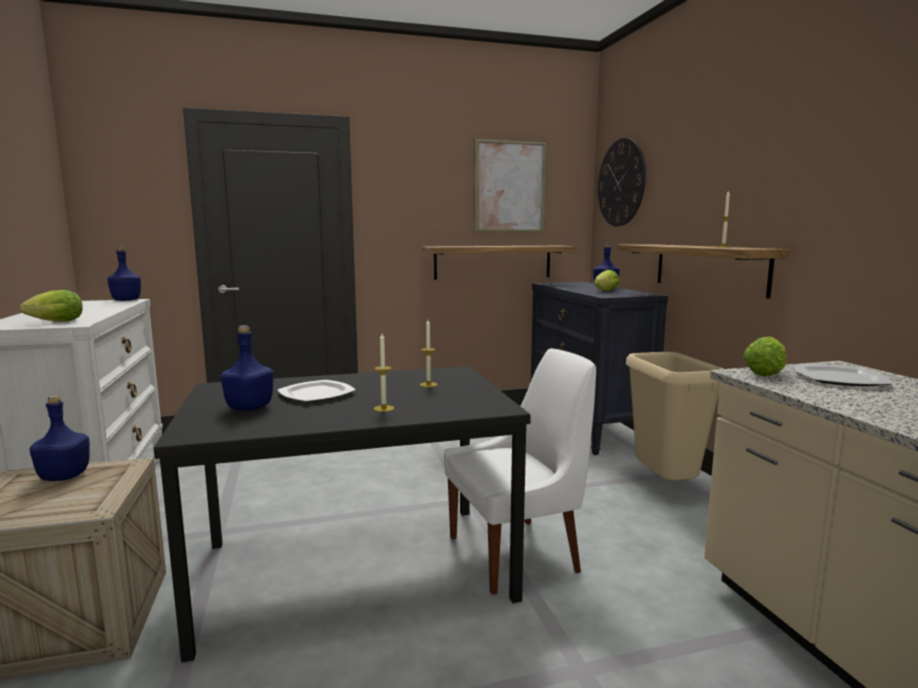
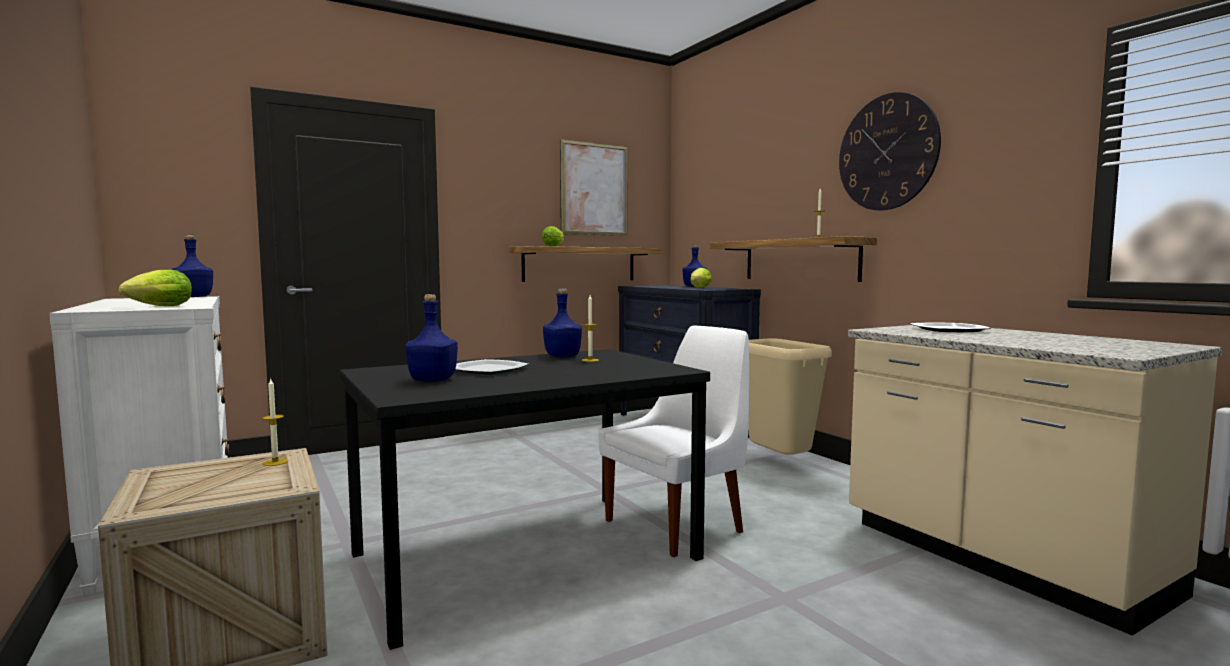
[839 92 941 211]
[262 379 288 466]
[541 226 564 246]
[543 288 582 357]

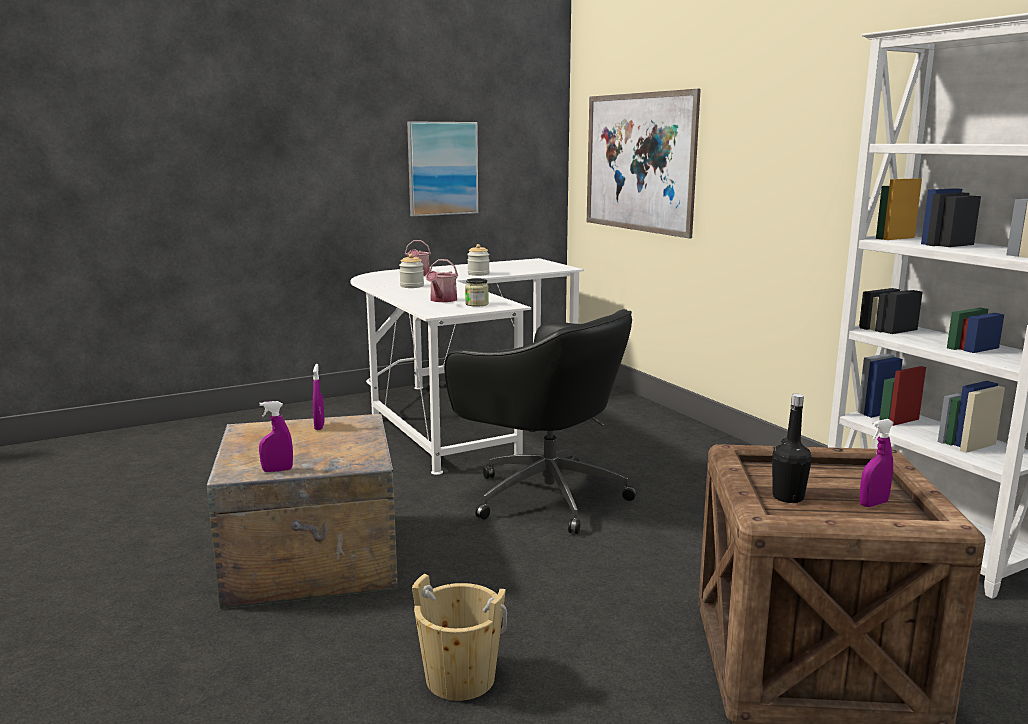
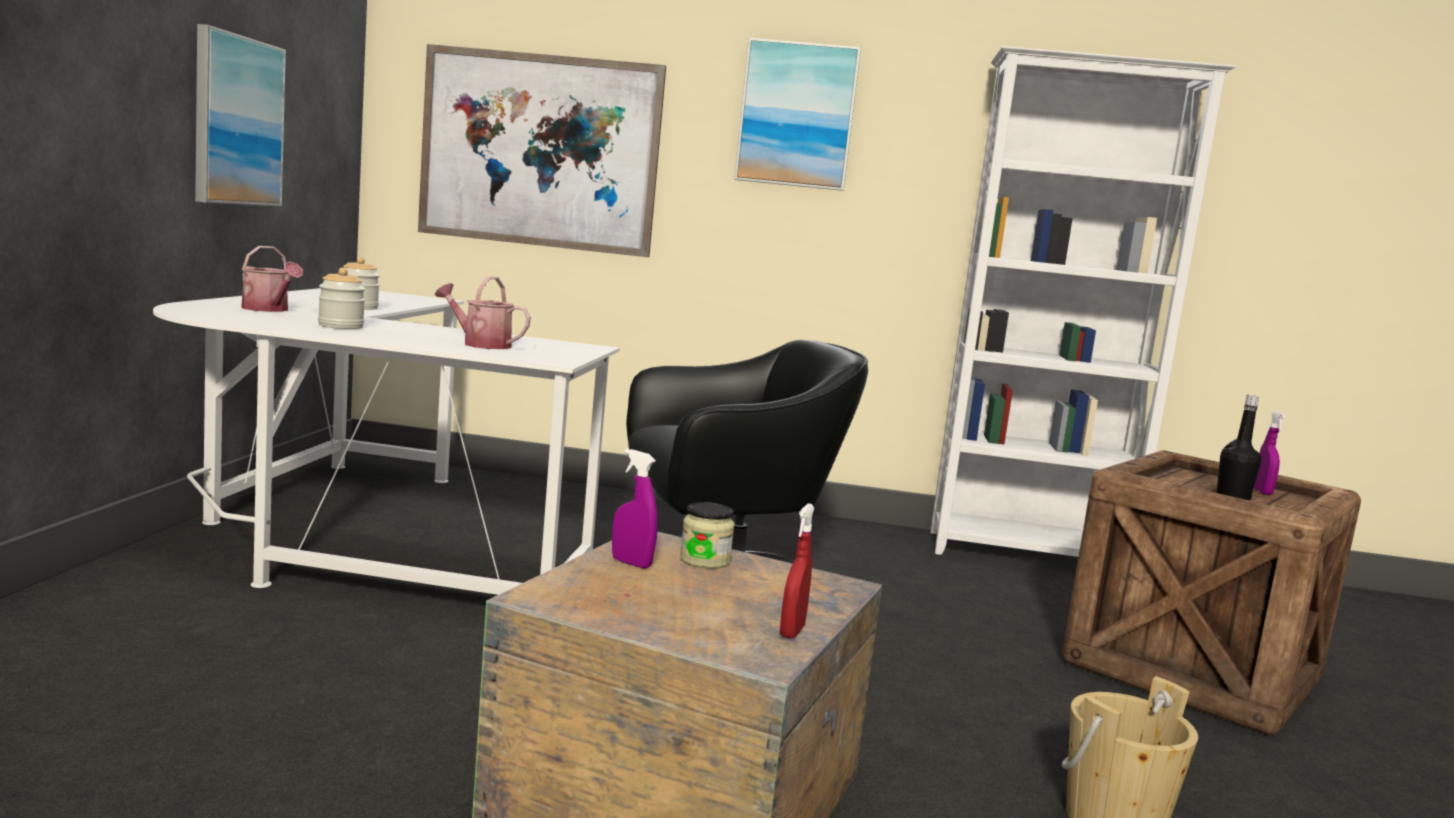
[435 277 531 349]
[680 502 735 569]
[780 503 815 639]
[734 38 861 191]

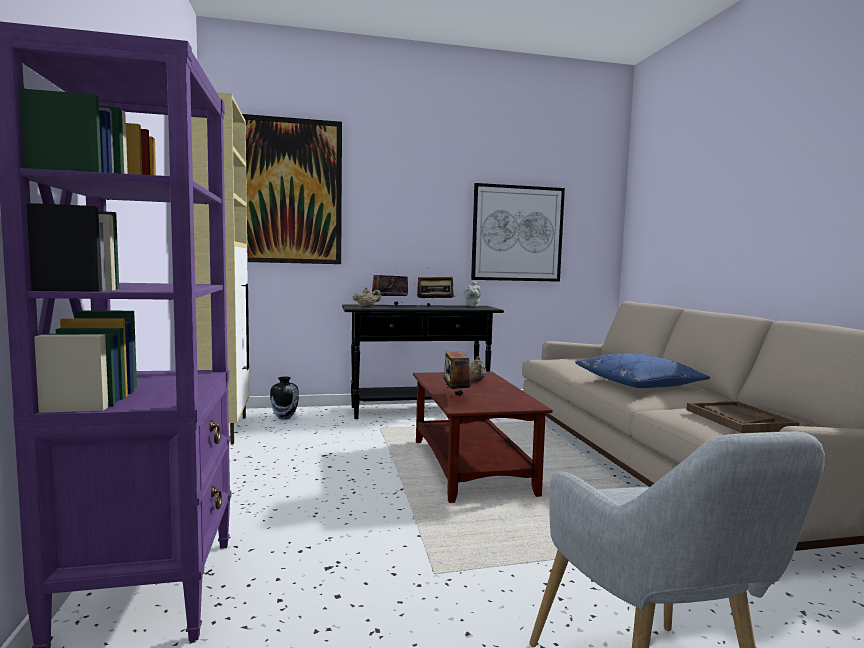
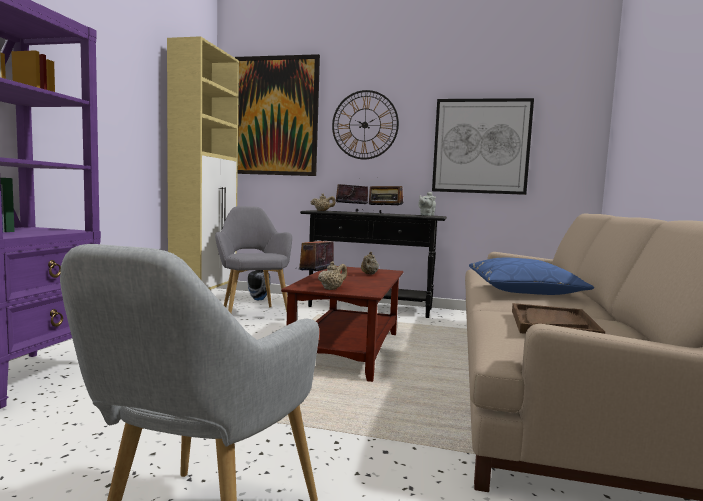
[332 90 399 160]
[215 206 292 313]
[318 261 347 290]

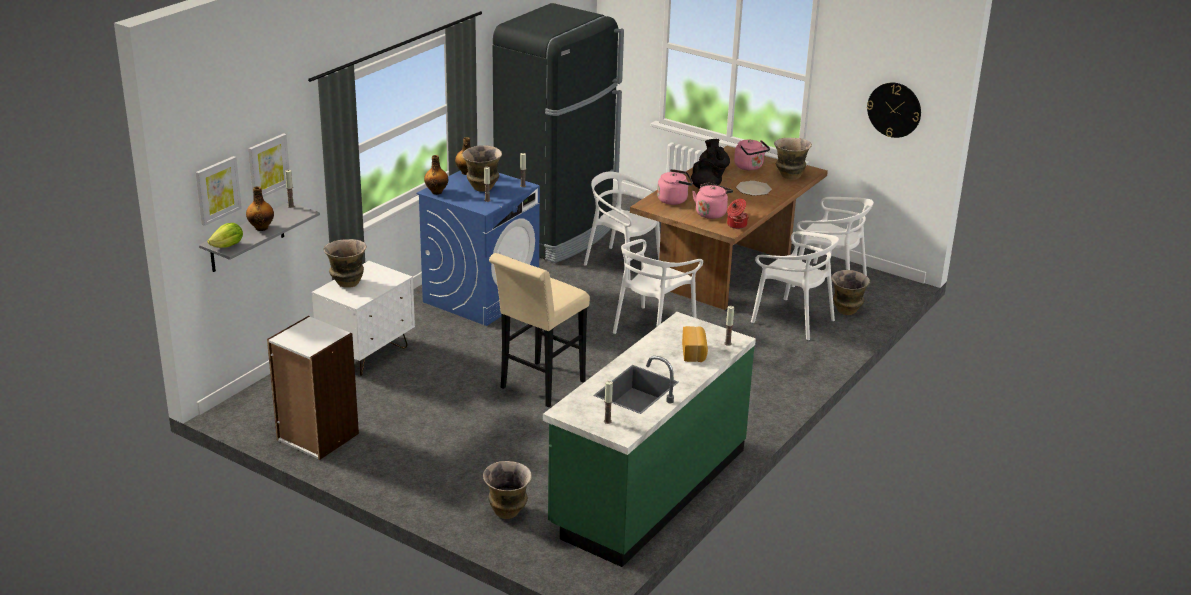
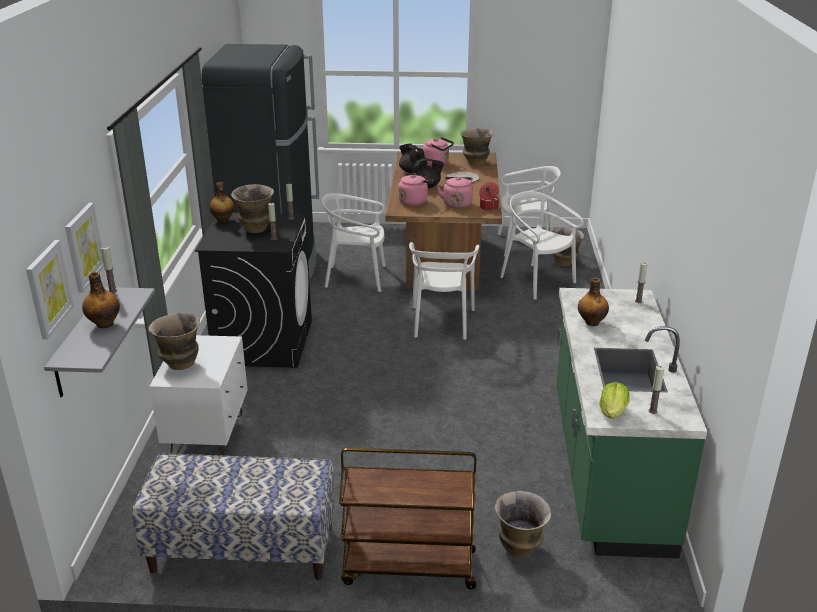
[867 83 921 138] (first image)
[578 278 609 326]
[195 213 312 368]
[599 382 630 419]
[500 191 584 300]
[489 253 590 408] (first image)
[132 454 335 580]
[682 326 708 362] (first image)
[339 448 476 590]

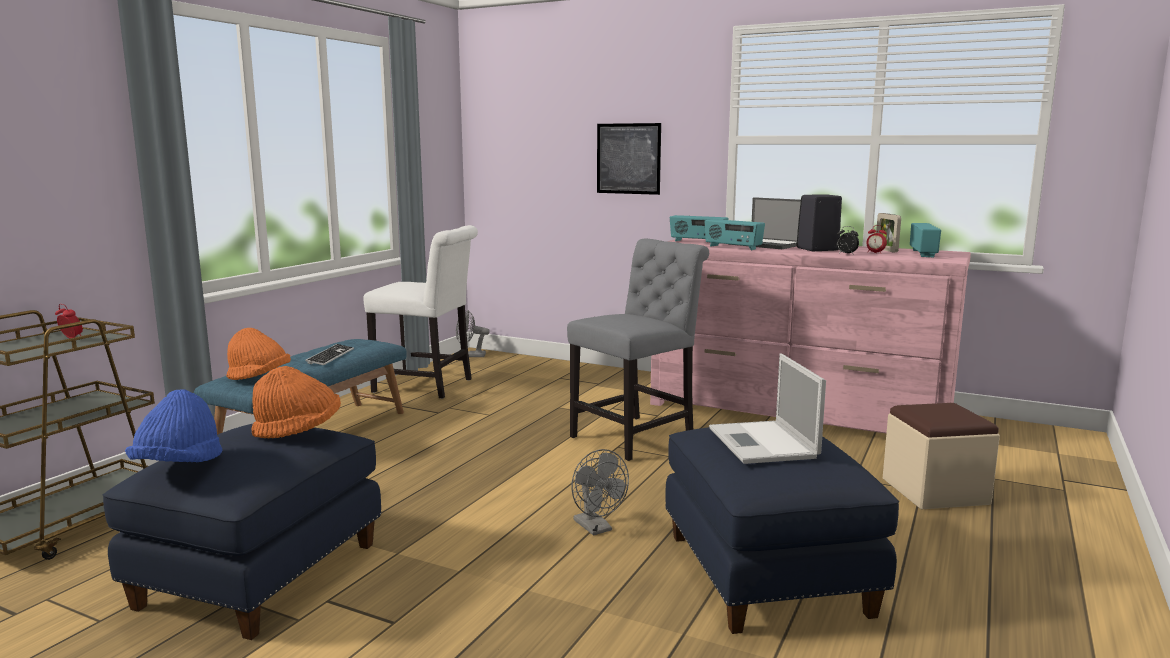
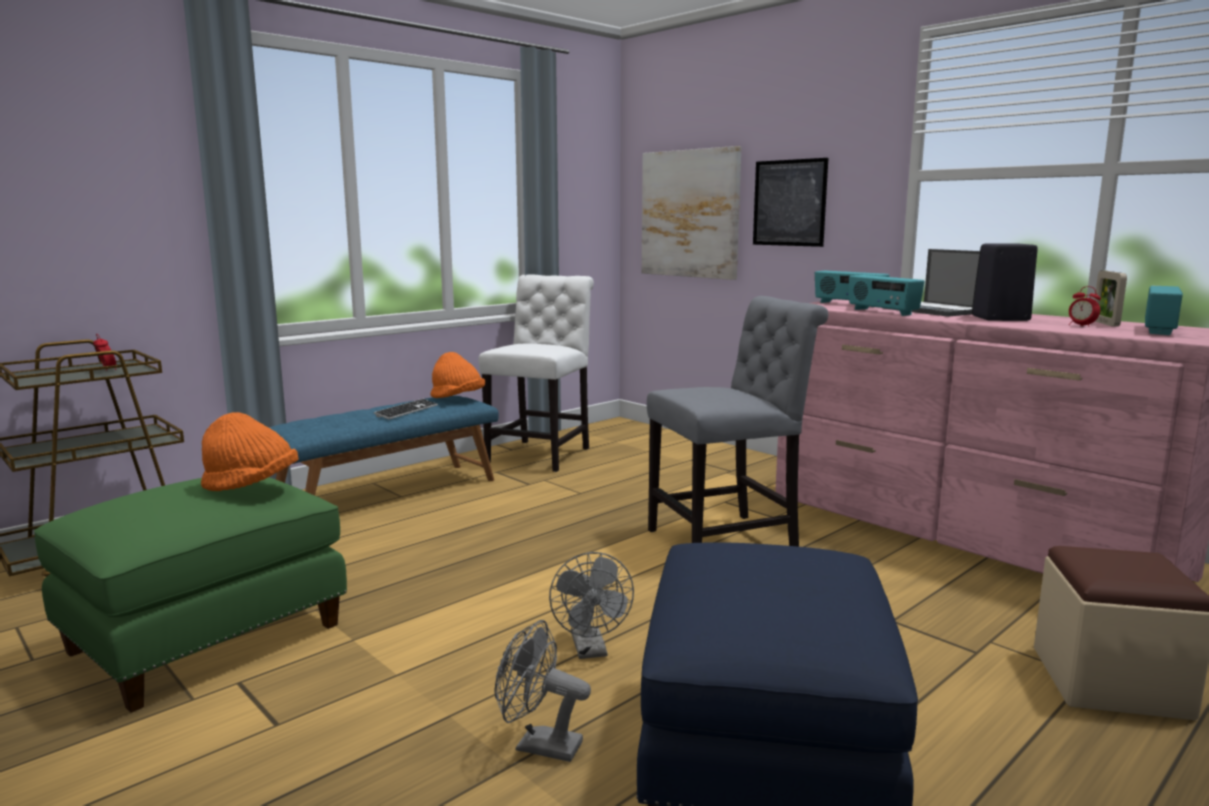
[479 275 594 472]
[837 226 859 255] (first image)
[495 620 591 762]
[430 352 485 398]
[709 353 826 464] (first image)
[125 389 223 463] (first image)
[34 477 347 713]
[642 146 741 280]

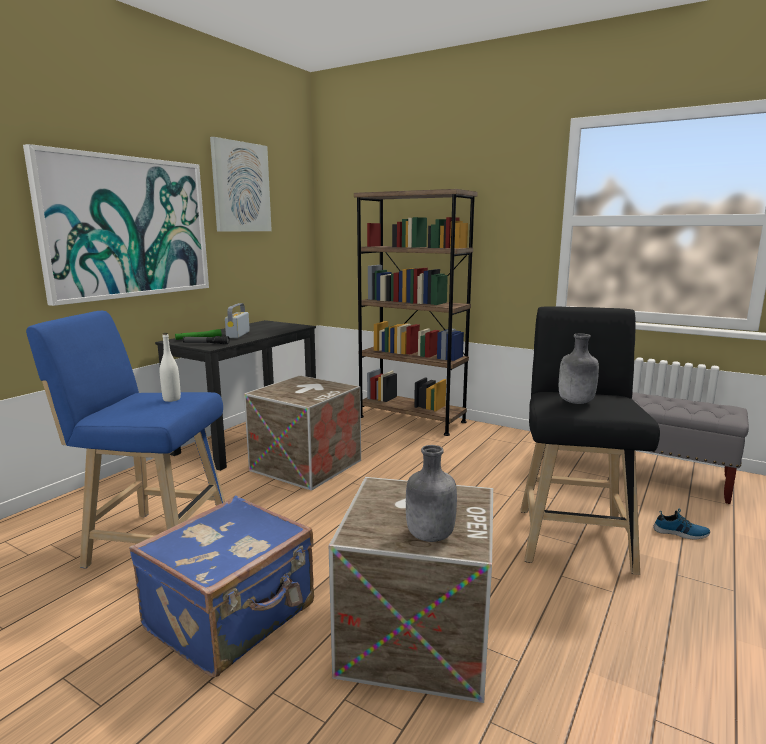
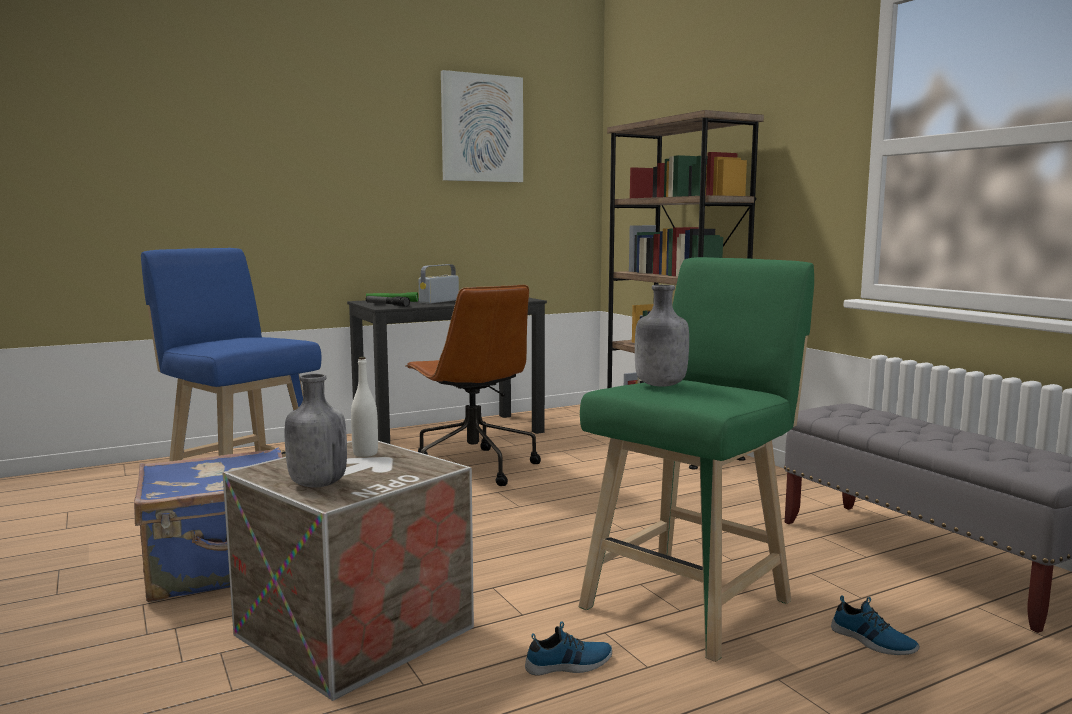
[23 144 209 306] (first image)
[579 257 814 662]
[351 357 378 457]
[405 285 541 486]
[525 621 612 676]

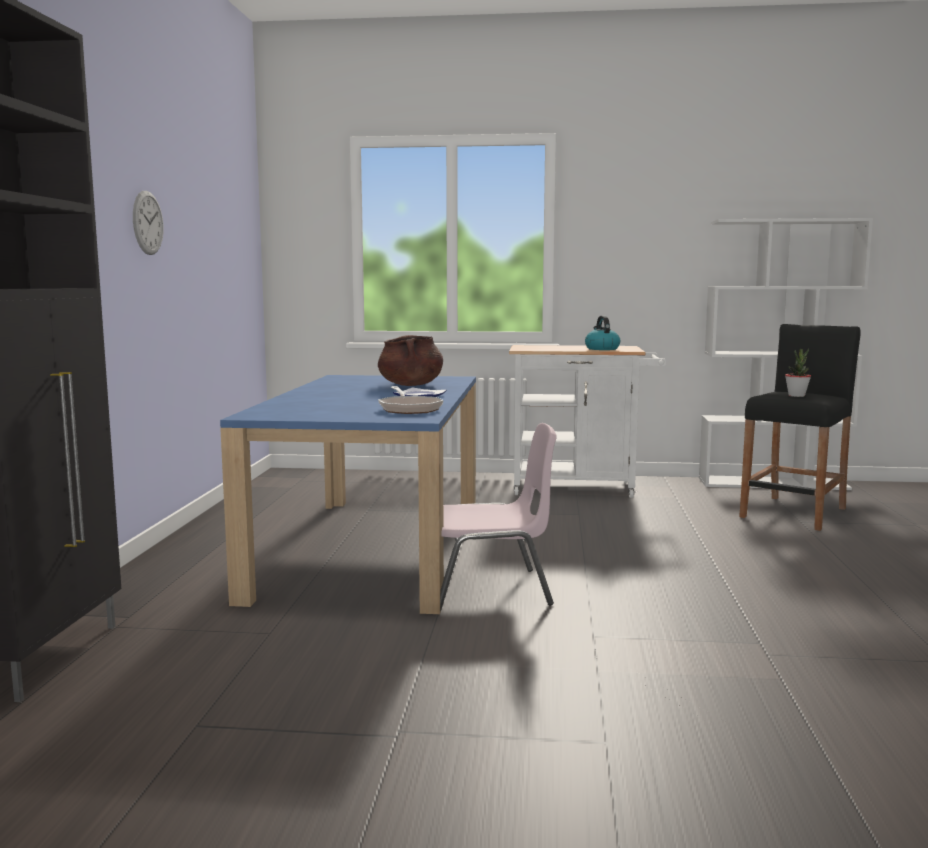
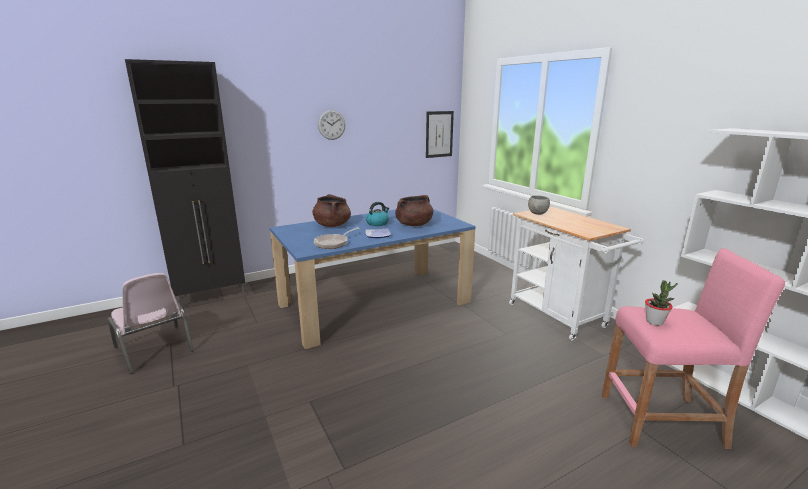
[366 202 389 226]
[602 248 785 449]
[107 273 194 374]
[426 111 454 158]
[312 194 351 227]
[528 195 550 215]

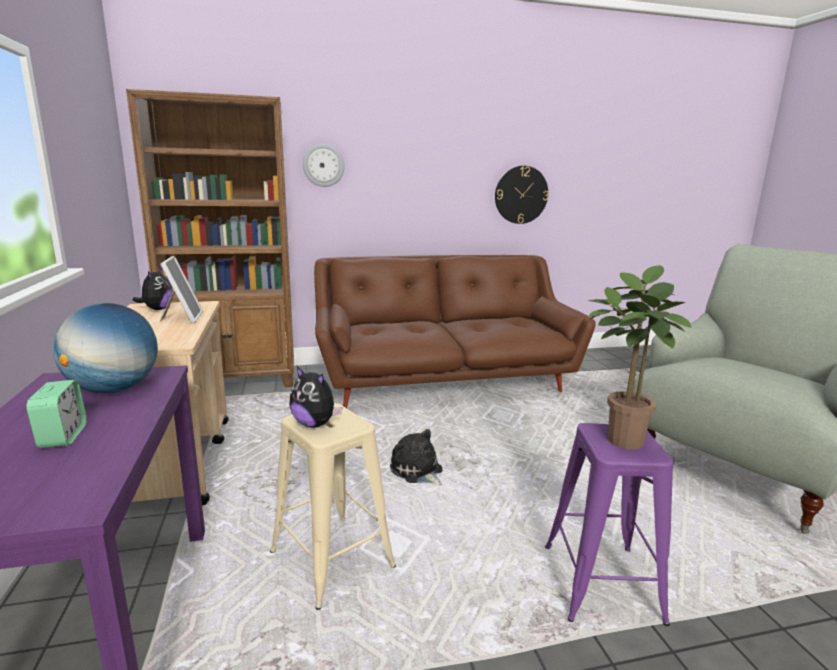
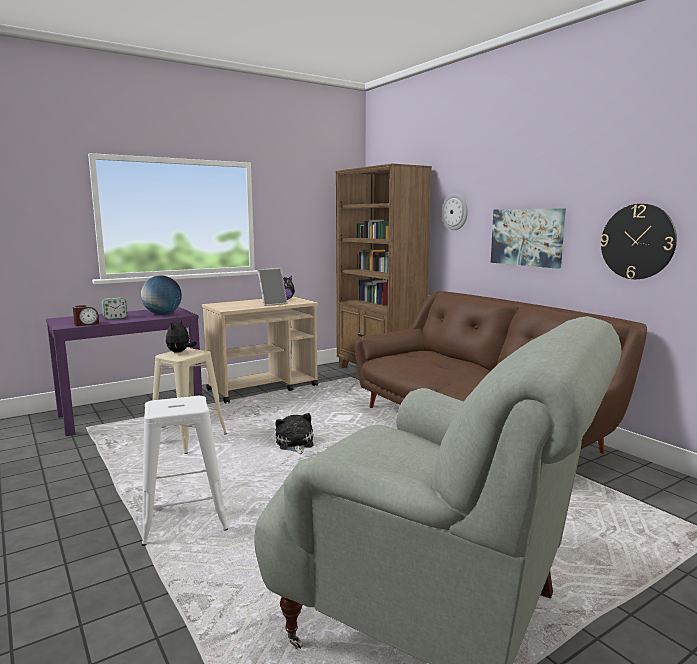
[588 265 691 450] (first image)
[142 396 228 546]
[275 413 313 454]
[491 209 566 269]
[73 305 99 326]

